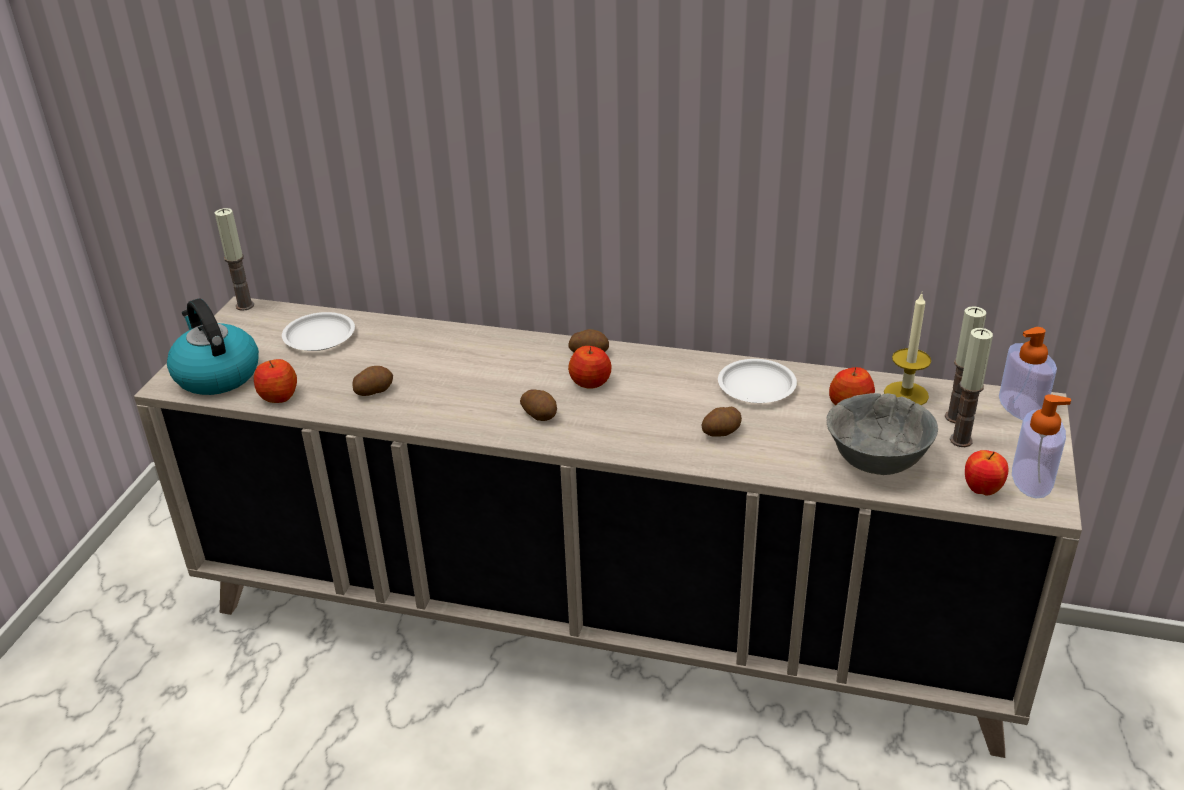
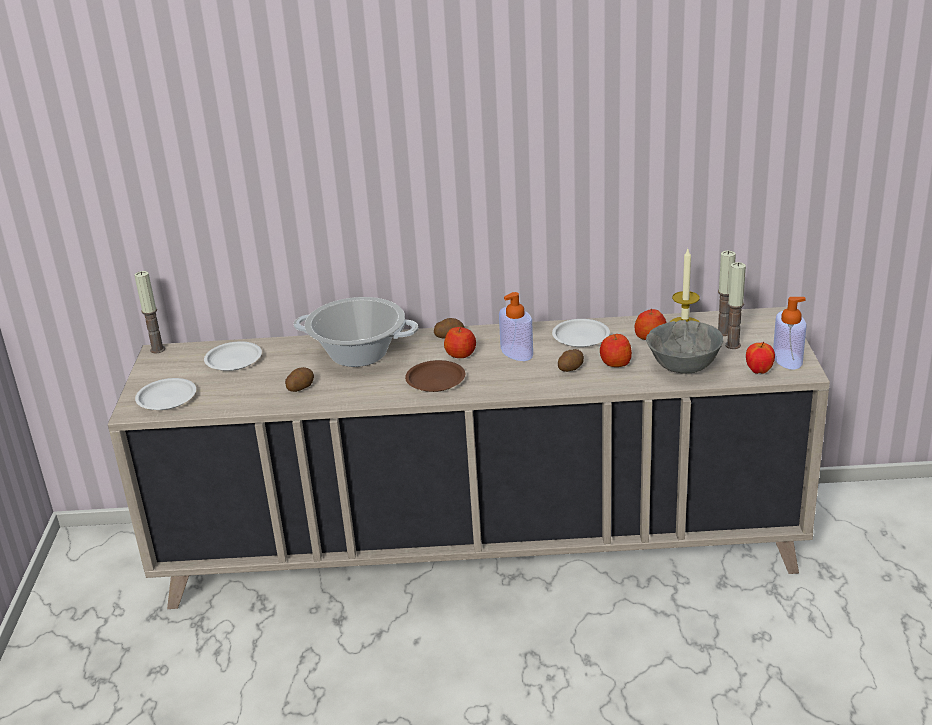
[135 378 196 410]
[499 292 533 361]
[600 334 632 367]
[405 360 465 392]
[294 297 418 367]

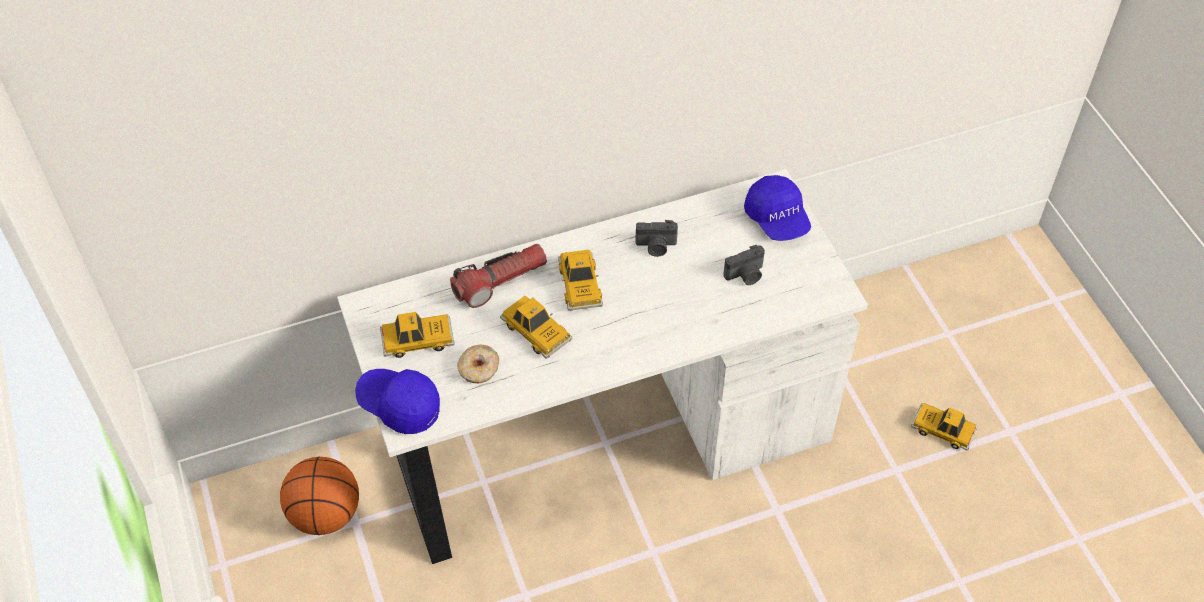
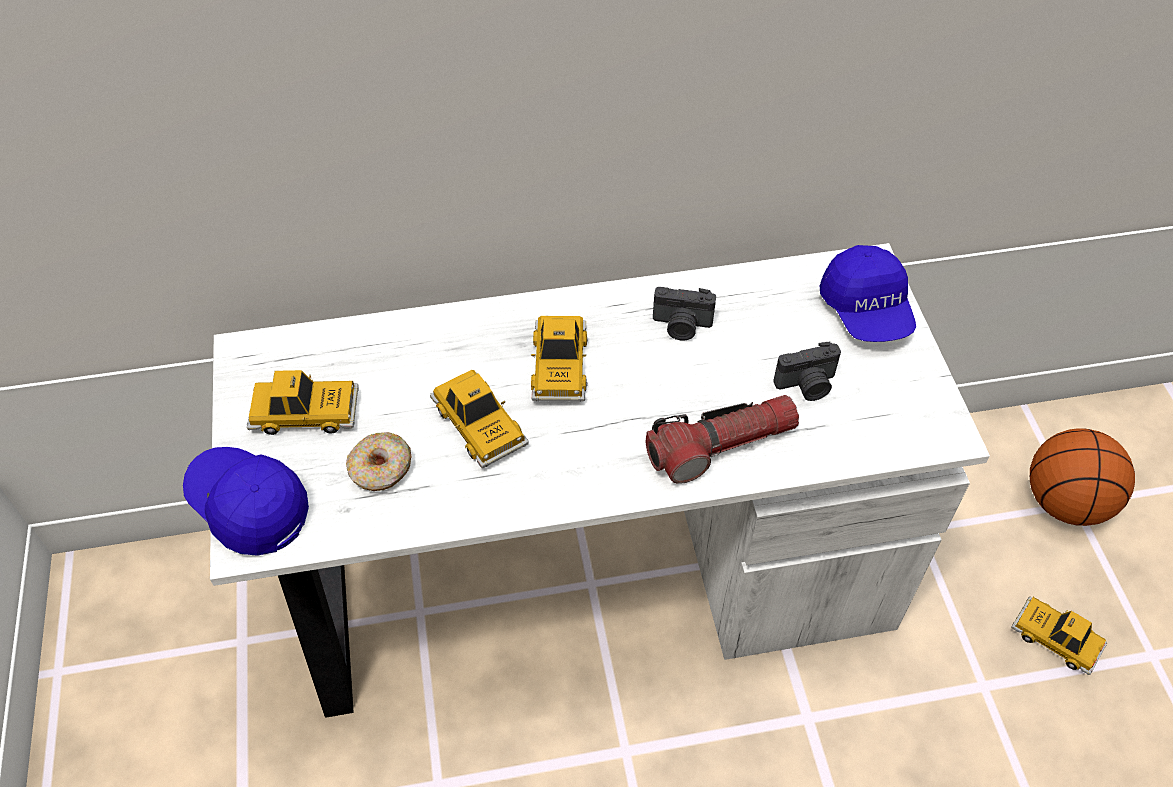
[645 395 799 484]
[1030 428 1135 526]

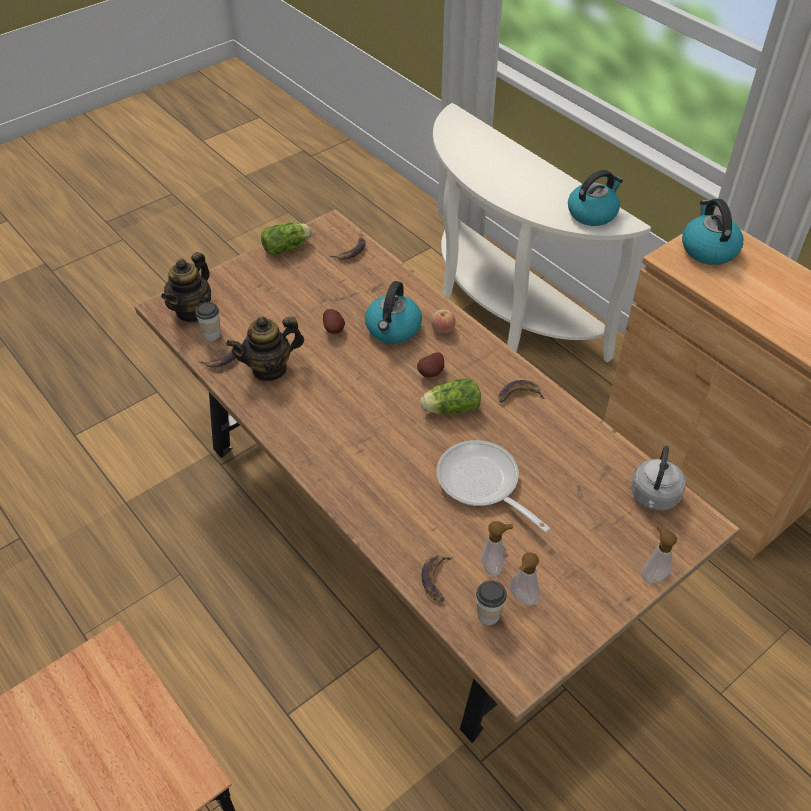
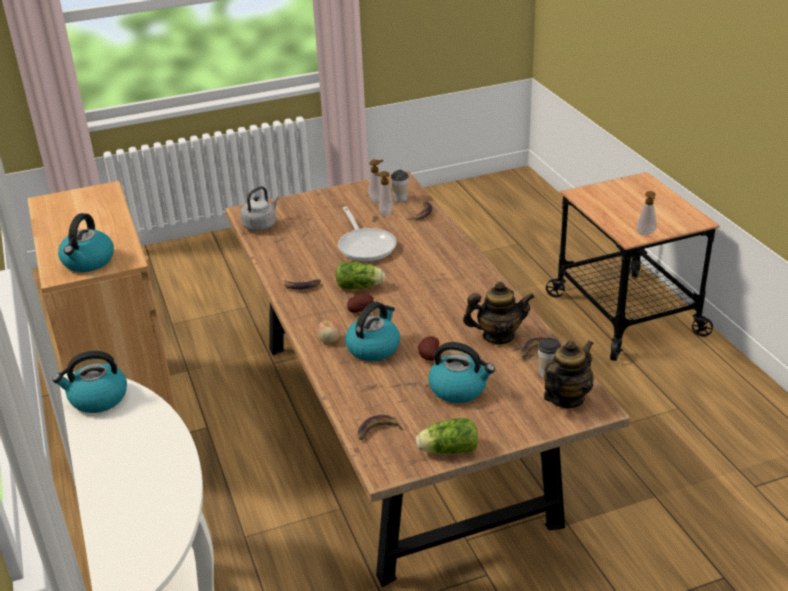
[636 191 657 235]
[428 342 495 403]

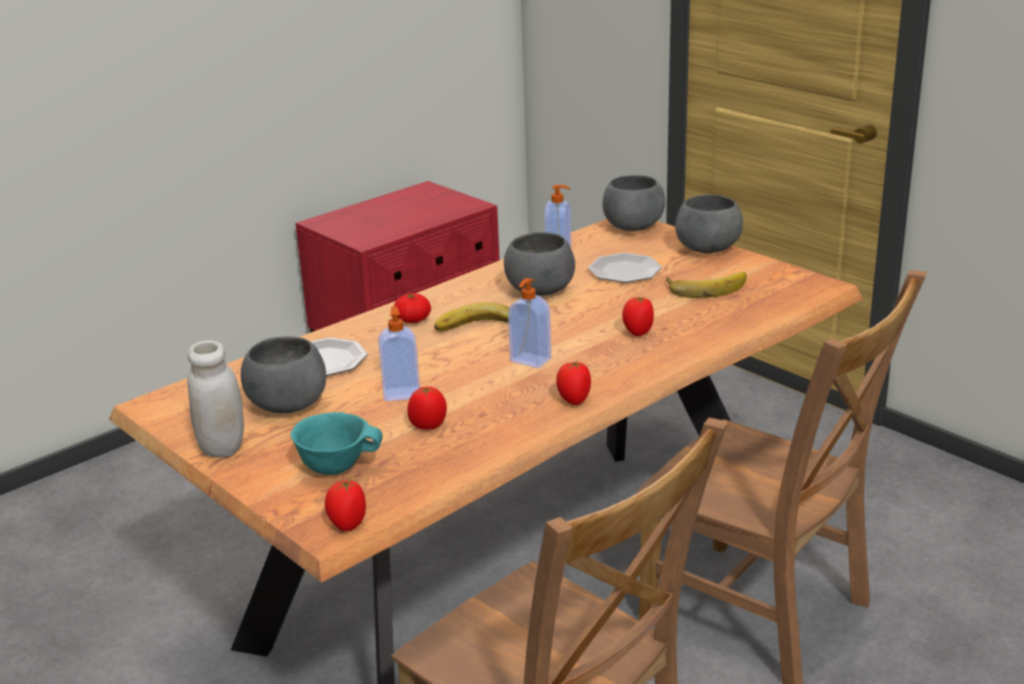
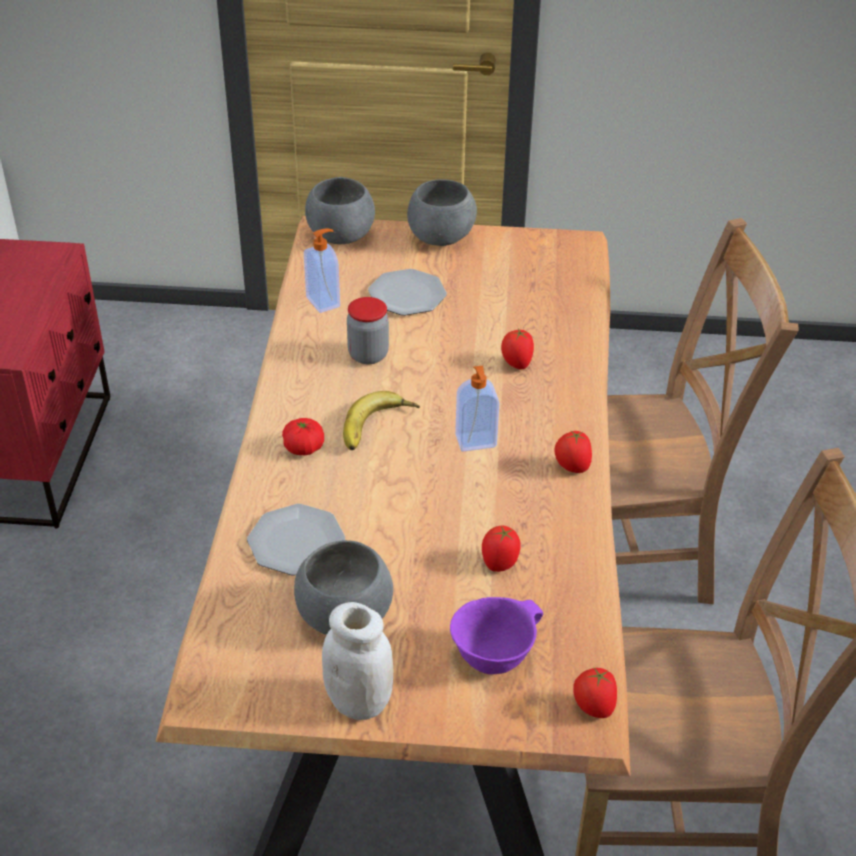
[347 297 389 364]
[666 272 747 298] (first image)
[378 306 420 401] (first image)
[450 597 543 674]

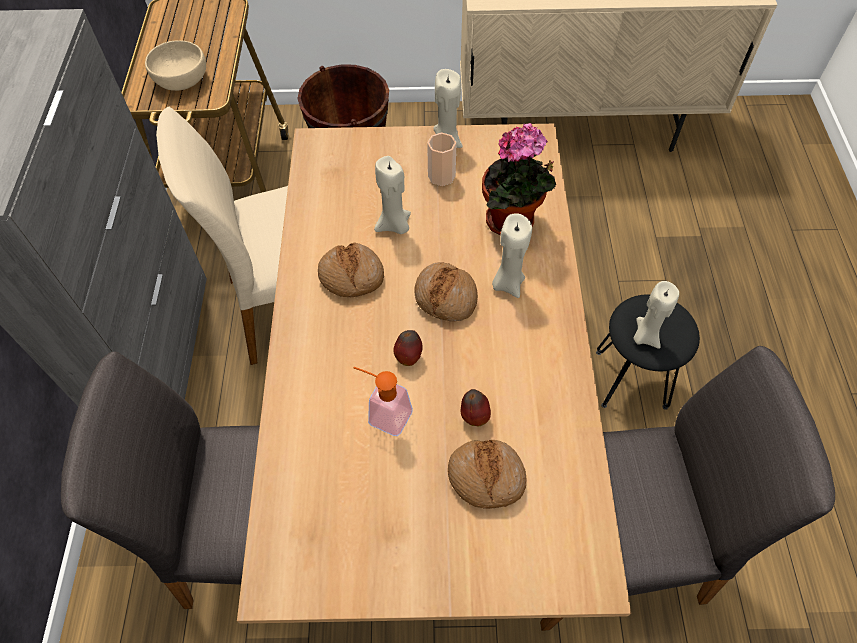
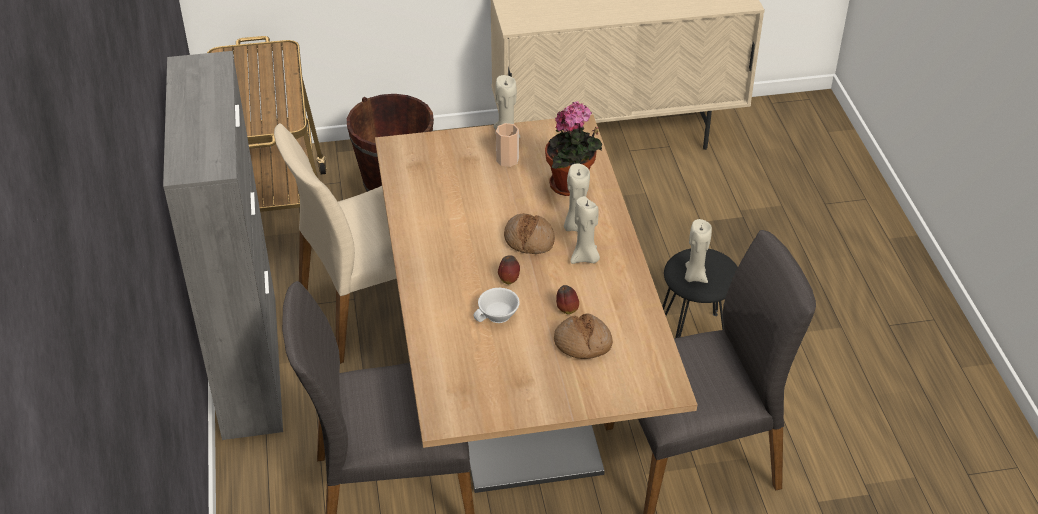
[145 40 206 91] (first image)
[571 196 600 264]
[318 242 384 297] (first image)
[474 288 520 323]

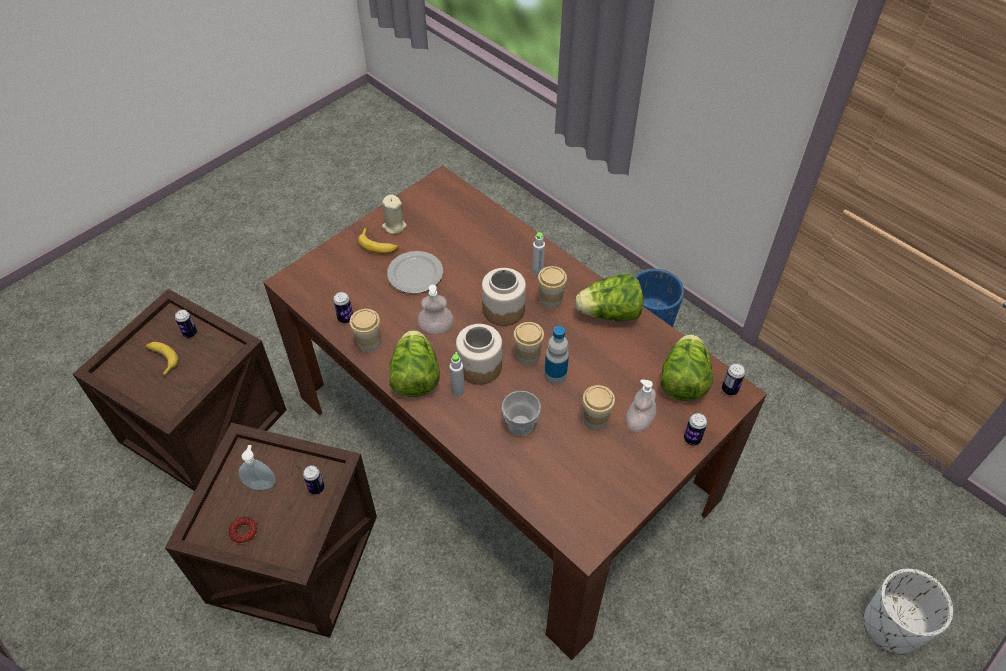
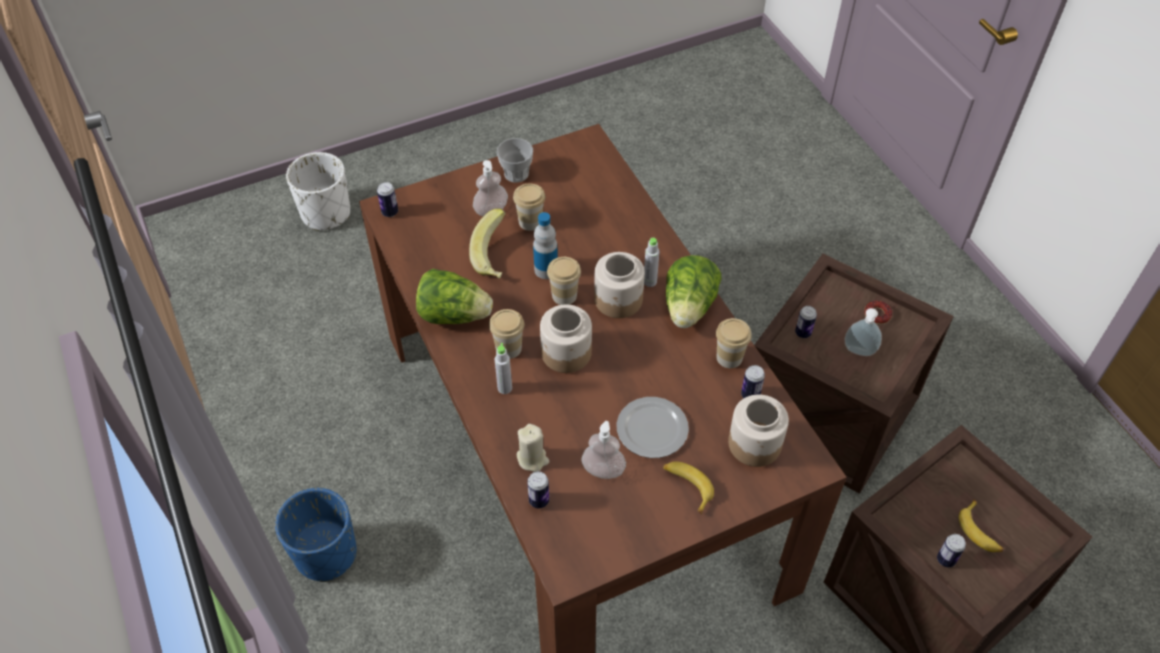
[517 424 549 472]
[581 421 626 479]
[660 334 713 401] (first image)
[497 138 533 183]
[527 471 549 508]
[469 209 506 279]
[728 394 789 467]

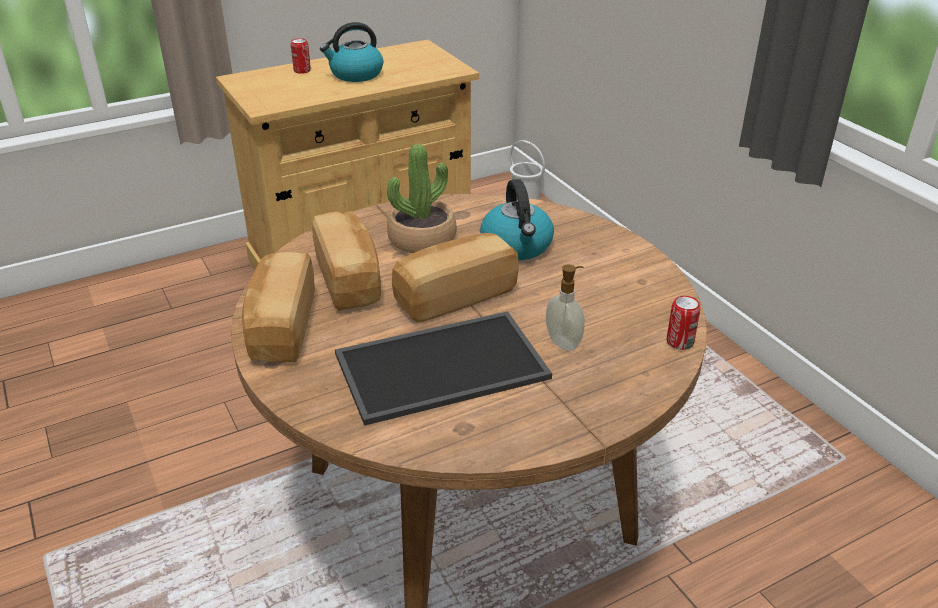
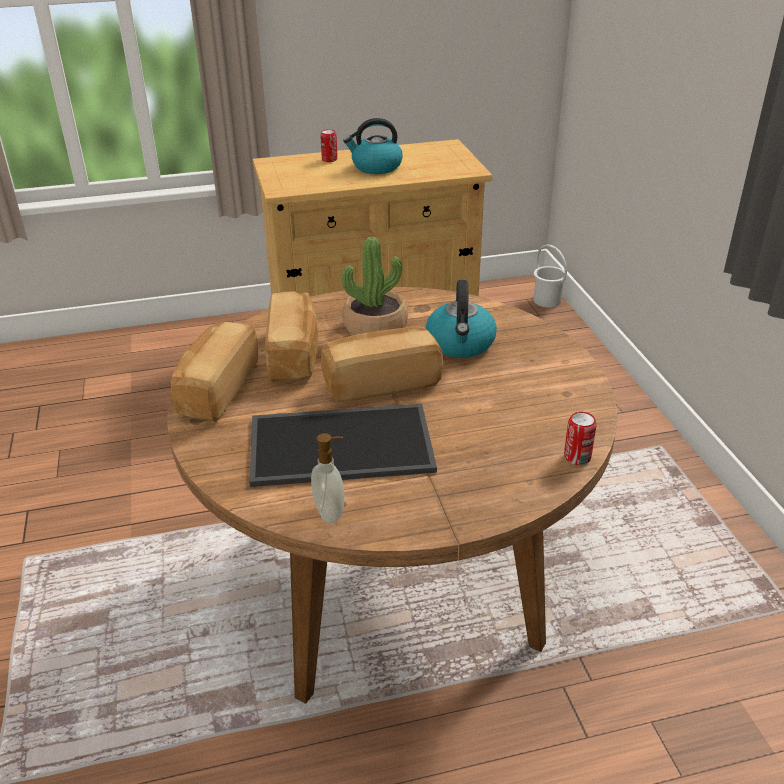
[311 433 344 523]

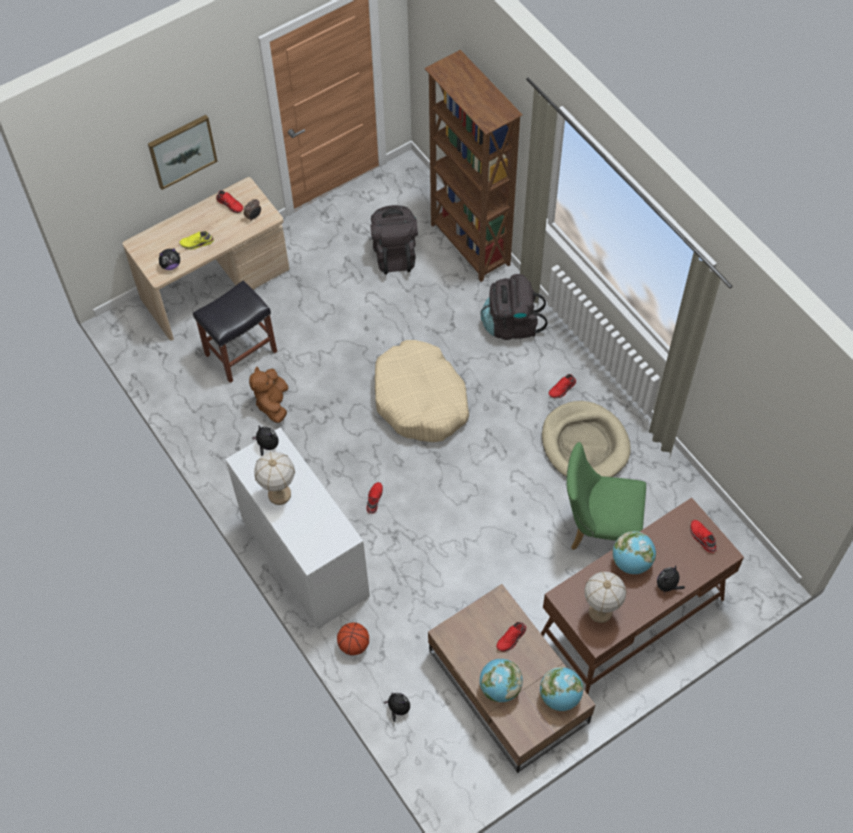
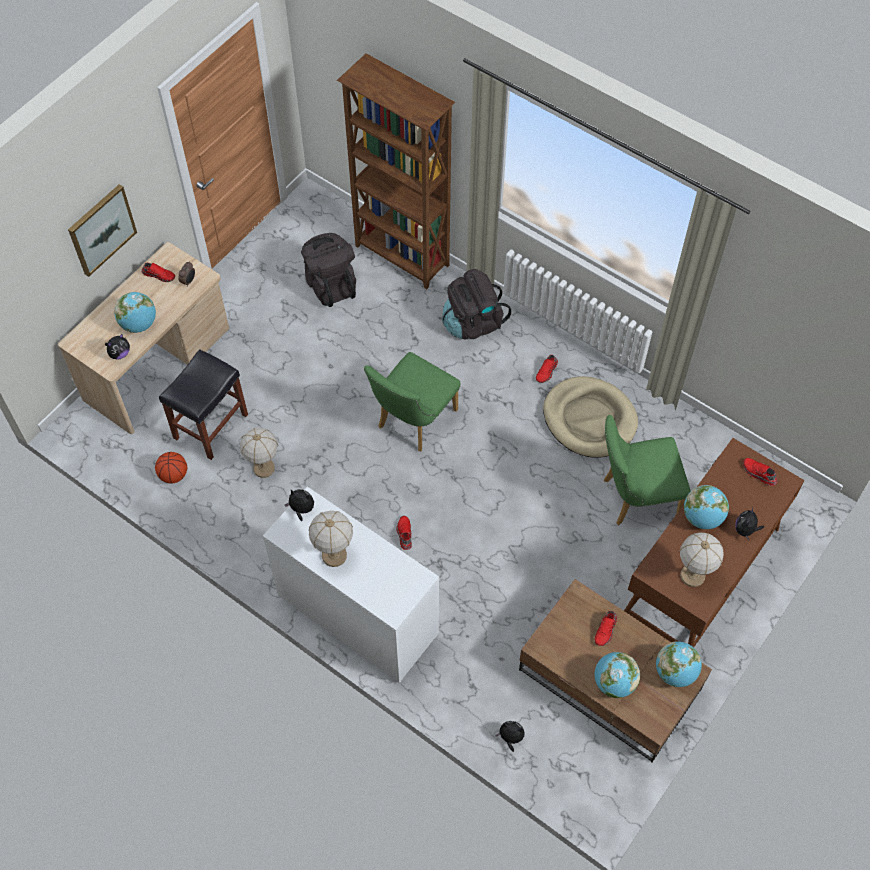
[114 292 156 333]
[364 352 460 451]
[240 428 278 478]
[155 452 187 484]

